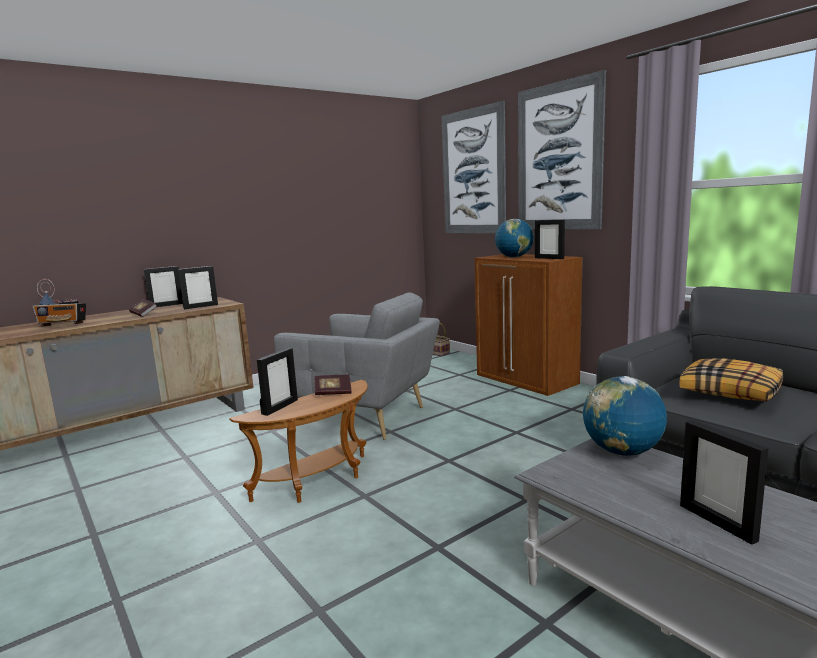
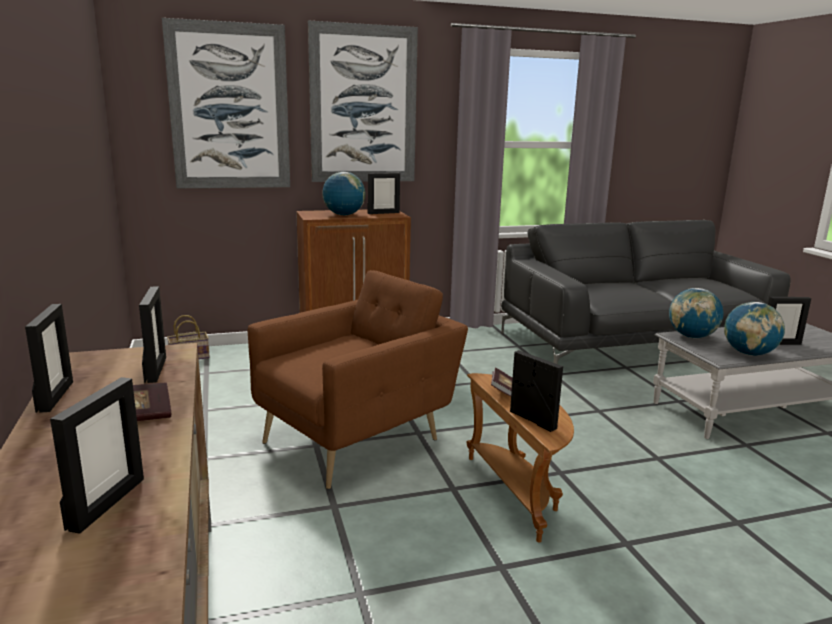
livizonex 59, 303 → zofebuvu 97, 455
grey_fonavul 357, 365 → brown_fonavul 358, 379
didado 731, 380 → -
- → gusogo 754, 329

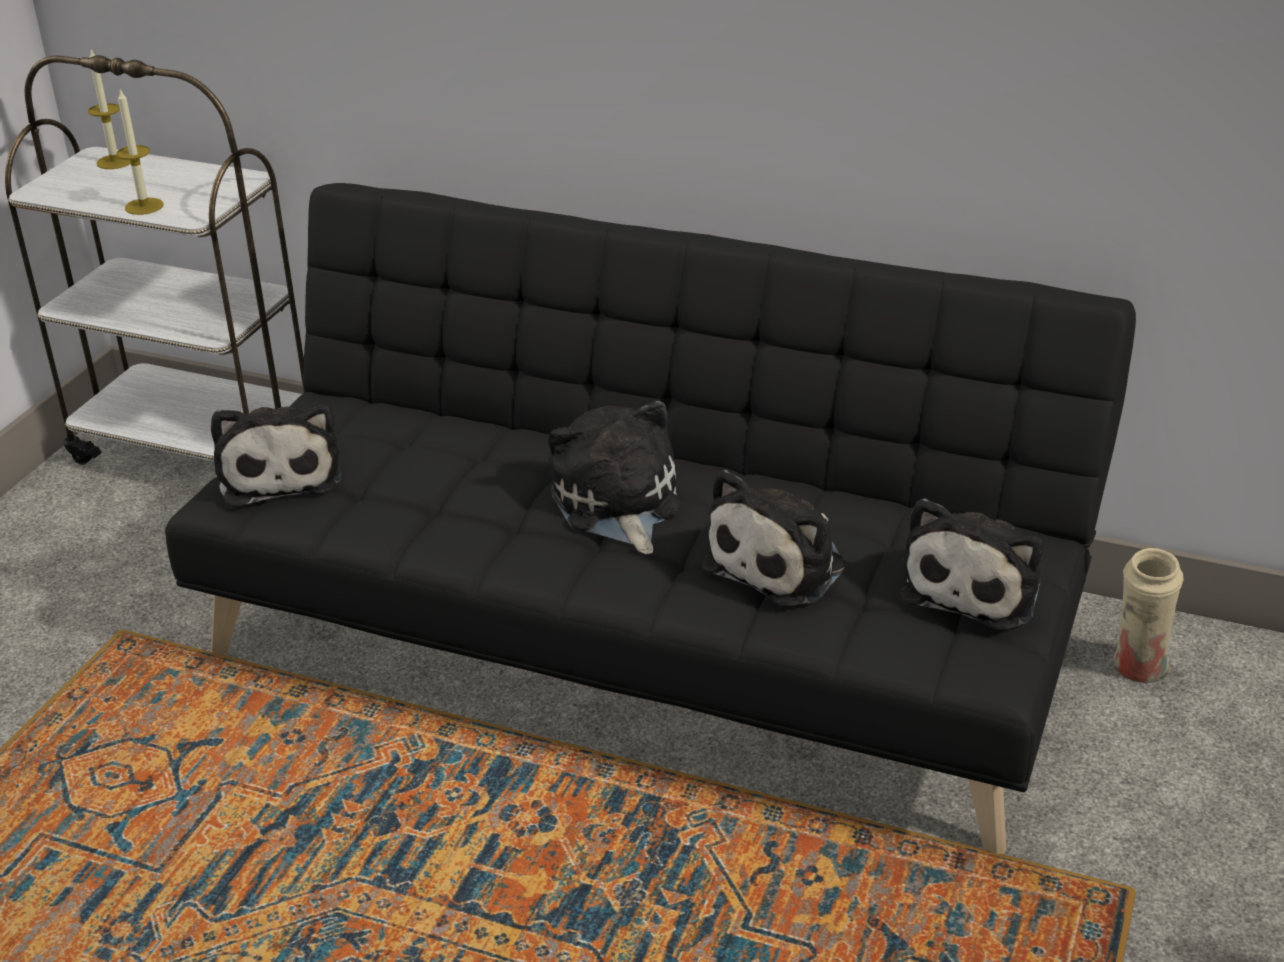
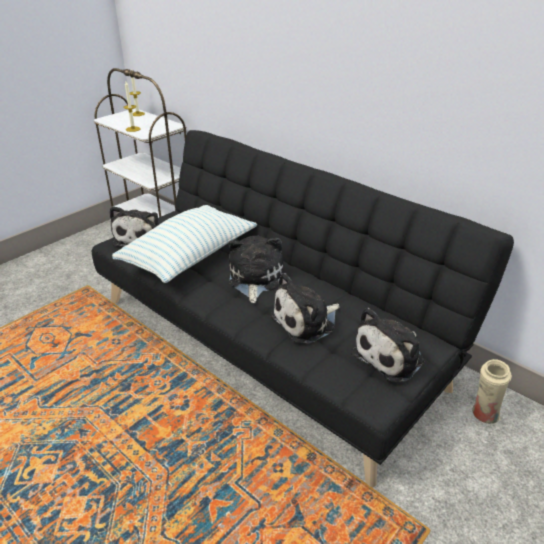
- → didado 184, 244

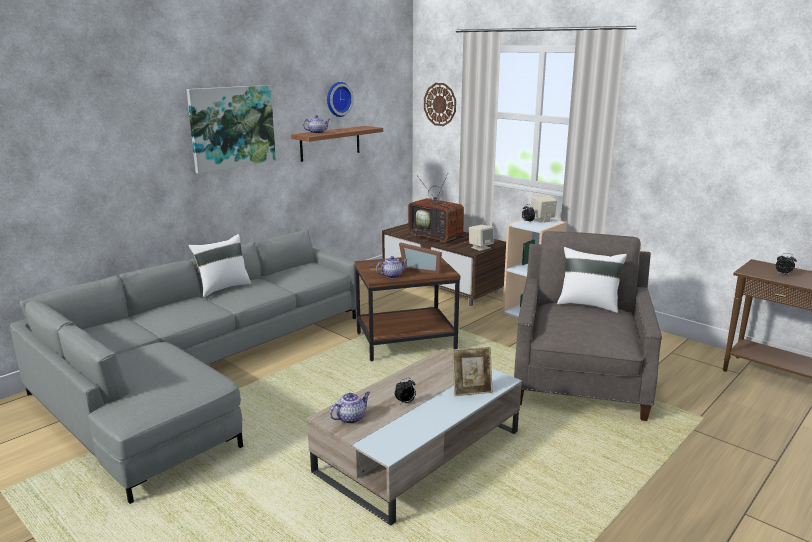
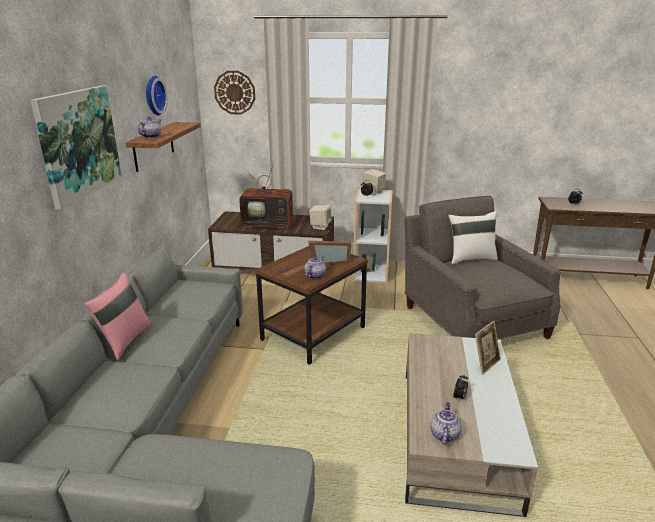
white_didado 219, 265 → pink_didado 117, 316

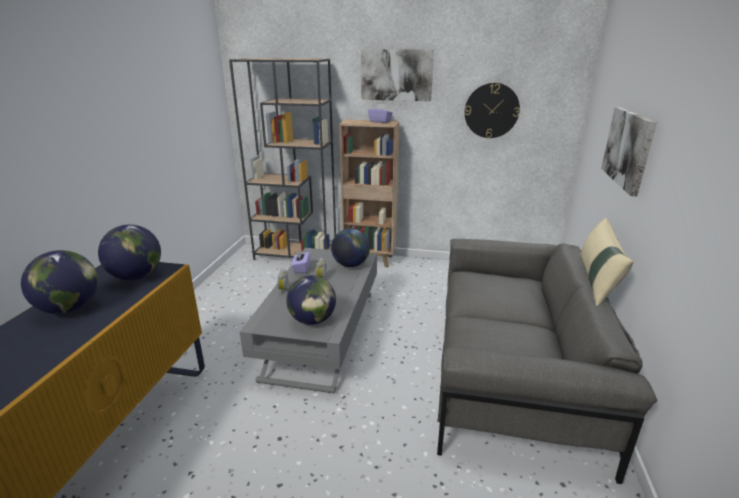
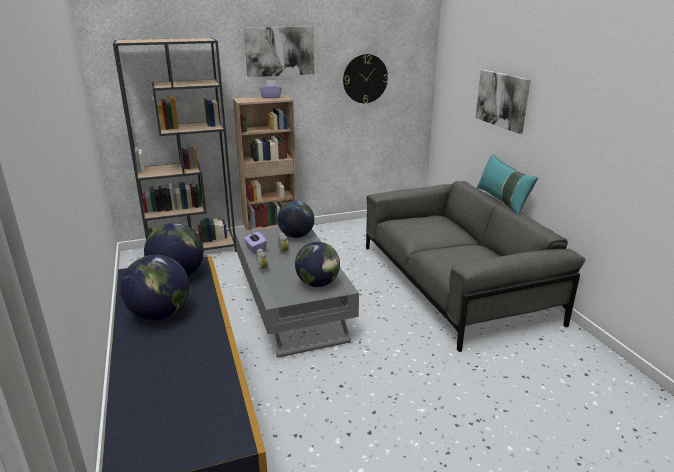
beige_didado 606, 262 → turquoise_didado 507, 184

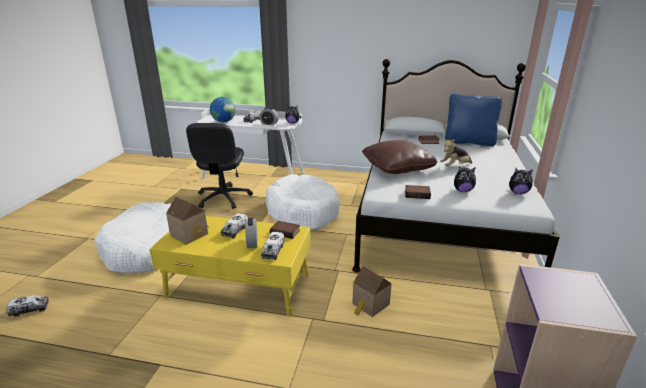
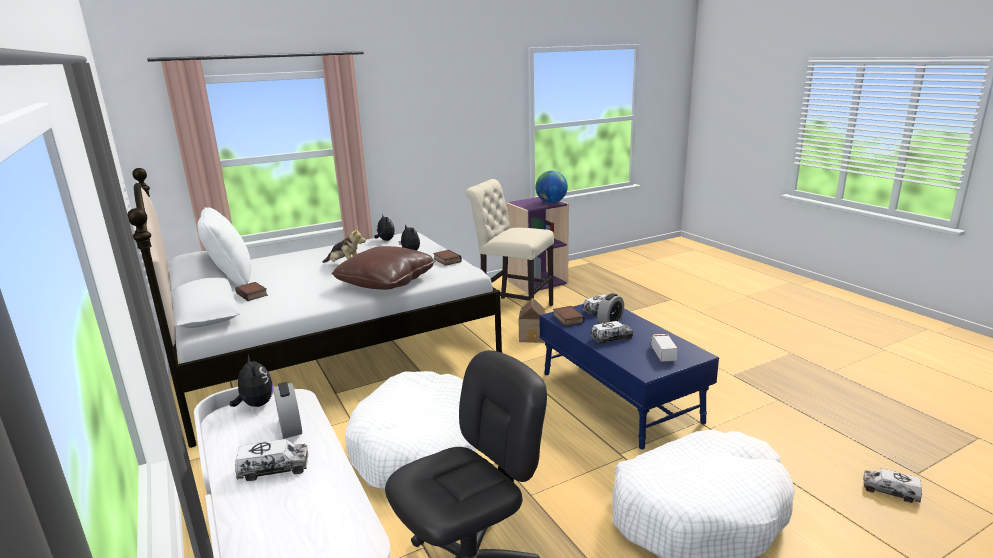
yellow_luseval 229, 266 → blue_luseval 629, 377
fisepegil 187, 221 → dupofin 664, 348
gusogo 222, 109 → gusogo 552, 187, move
blue_didado 473, 120 → white_didado 224, 246
- → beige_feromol 510, 242

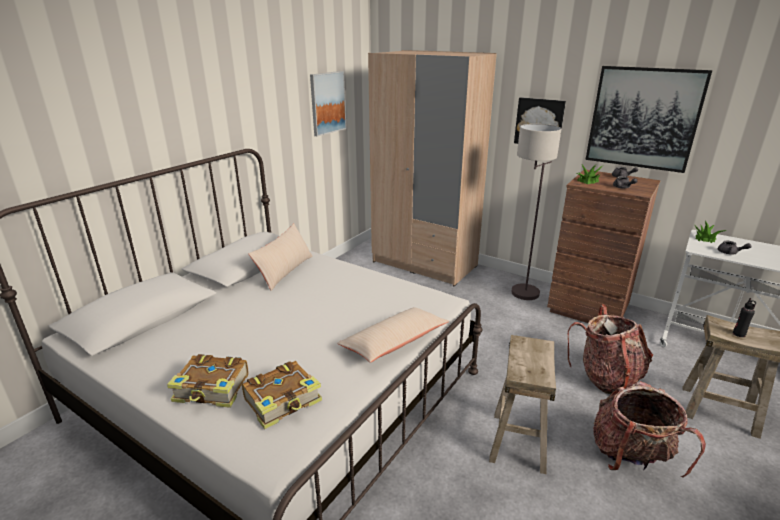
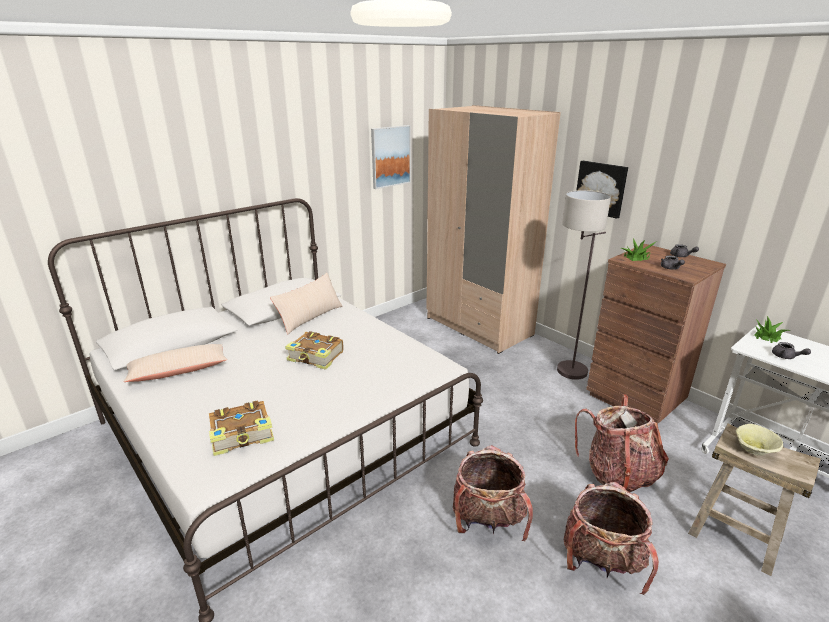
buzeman 207, 381 → buzeman 314, 350, move
beige_didado 393, 334 → beige_didado 175, 363, move
beige_feromol 522, 404 → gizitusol 493, 493
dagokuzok 648, 119 → -
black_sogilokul 744, 317 → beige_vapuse 759, 440

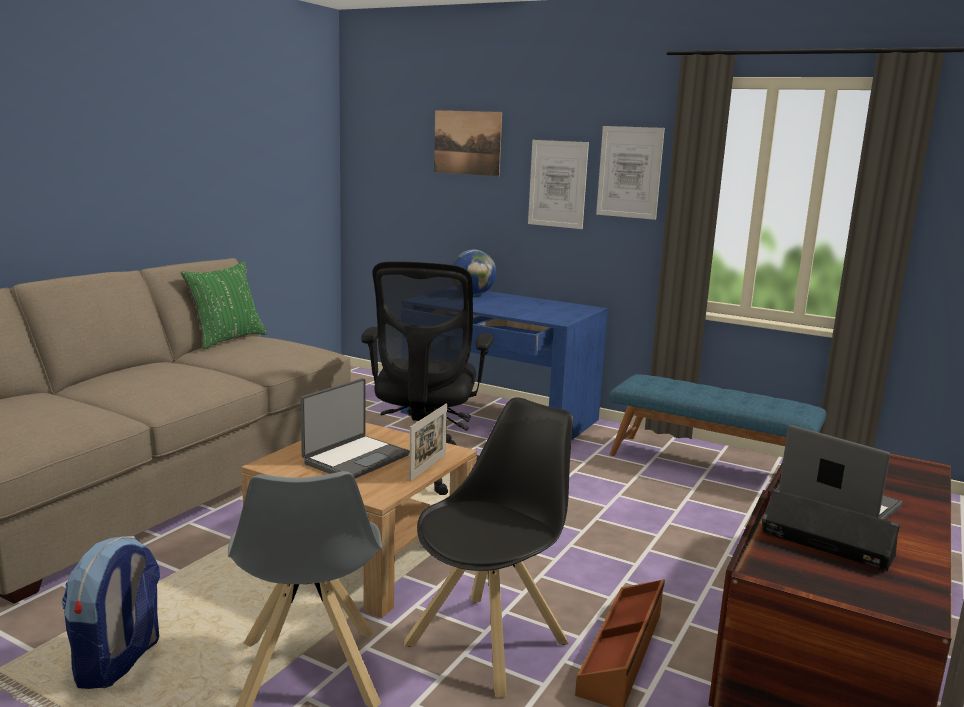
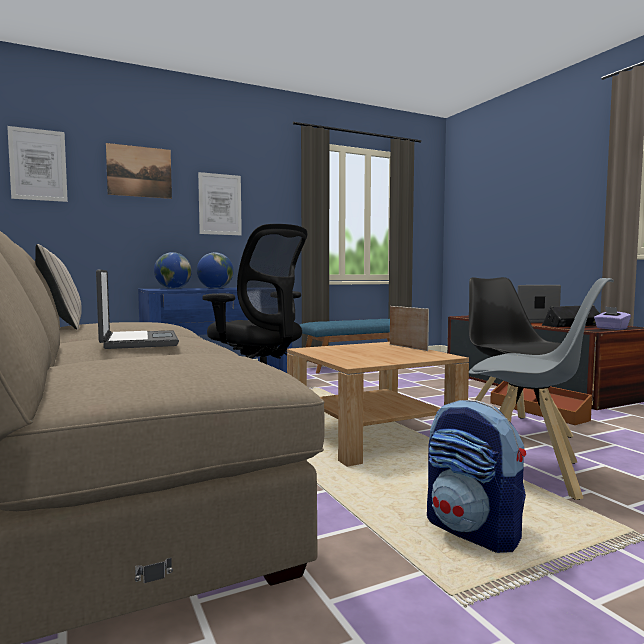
green_didado 224, 305 → beige_didado 58, 286
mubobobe 355, 428 → mubobobe 137, 309, move
dagokuzok 630, 173 → dagokuzok 37, 164, move
- → gusogo 215, 270
- → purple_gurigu 612, 318

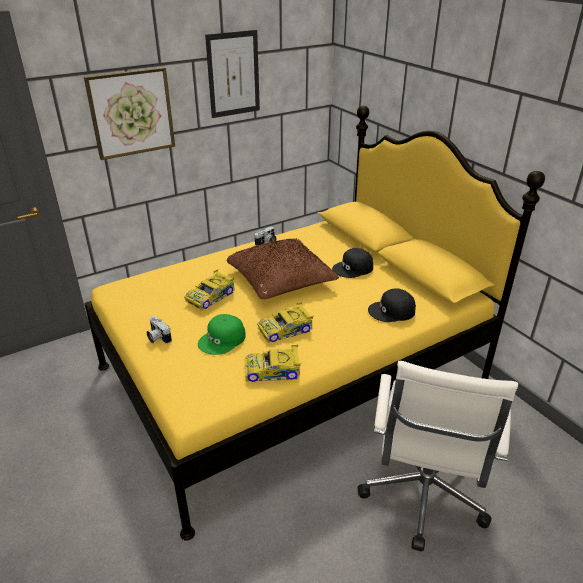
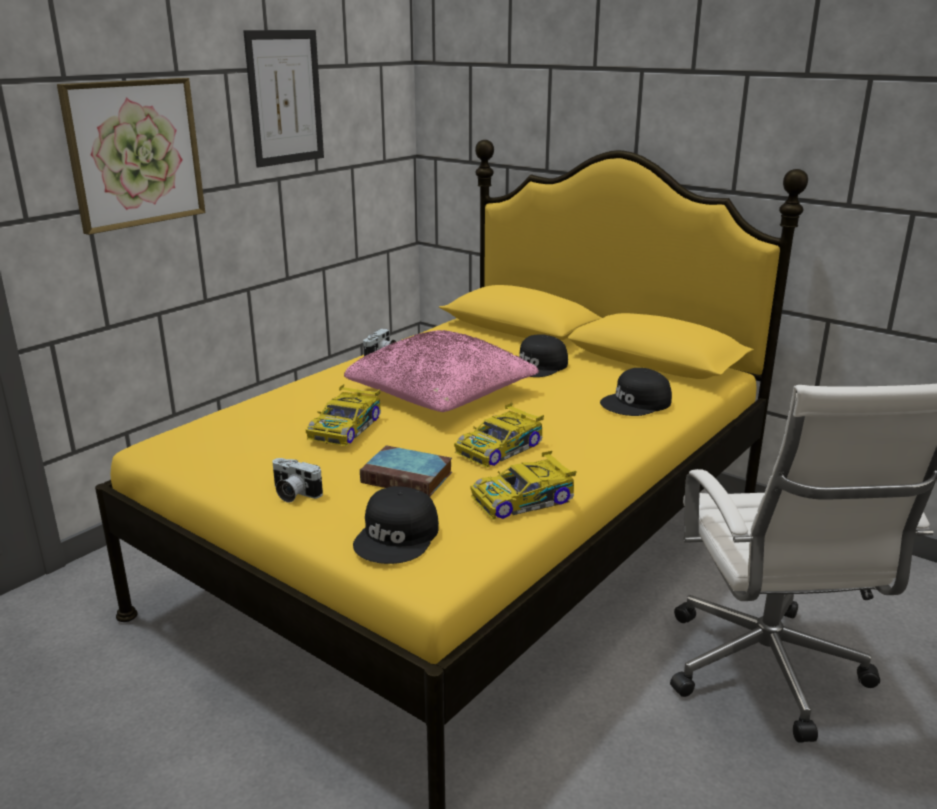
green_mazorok 222, 334 → buzeman 406, 471
brown_didado 282, 268 → pink_didado 441, 371
- → black_mazorok 396, 525

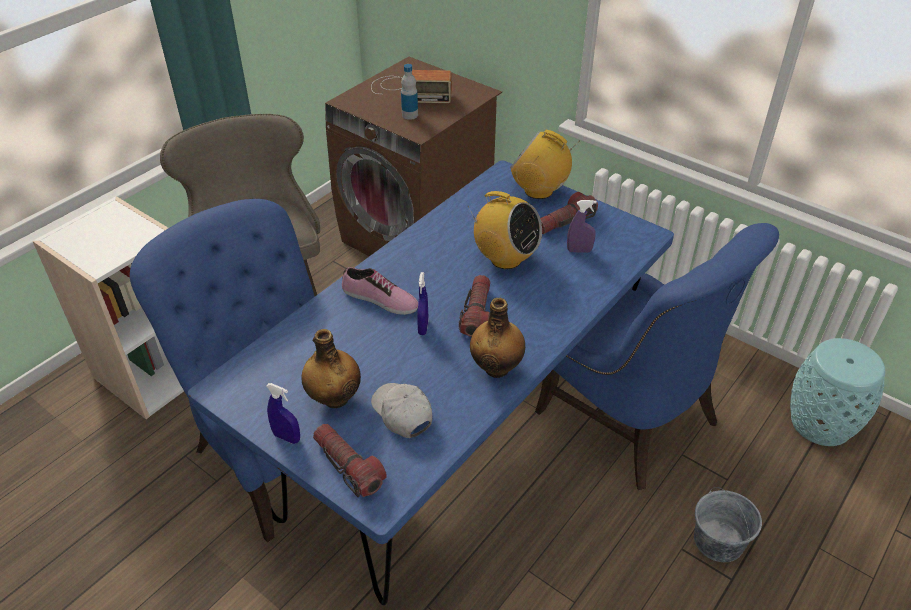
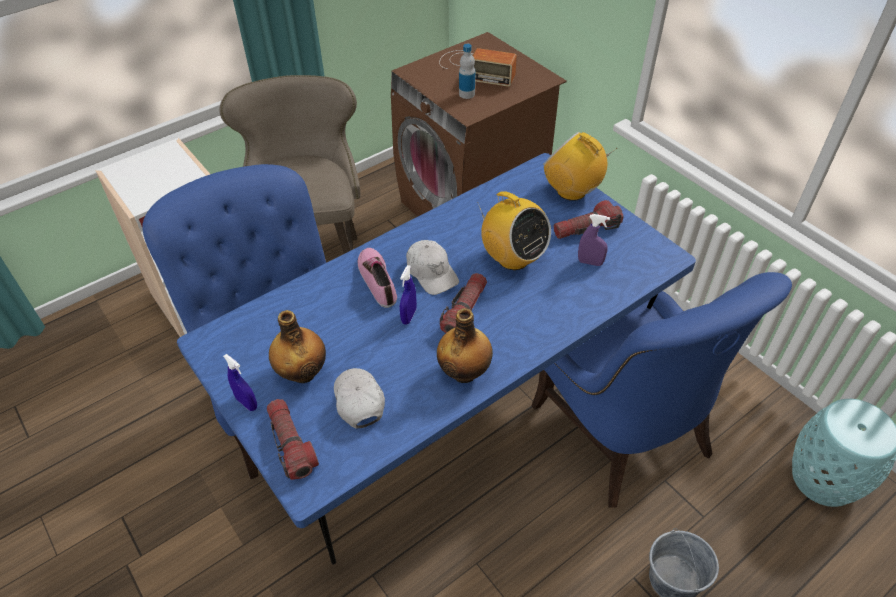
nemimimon 380, 291 → nemimimon 377, 278, 150 degrees counterclockwise
- → white_mazorok 432, 267

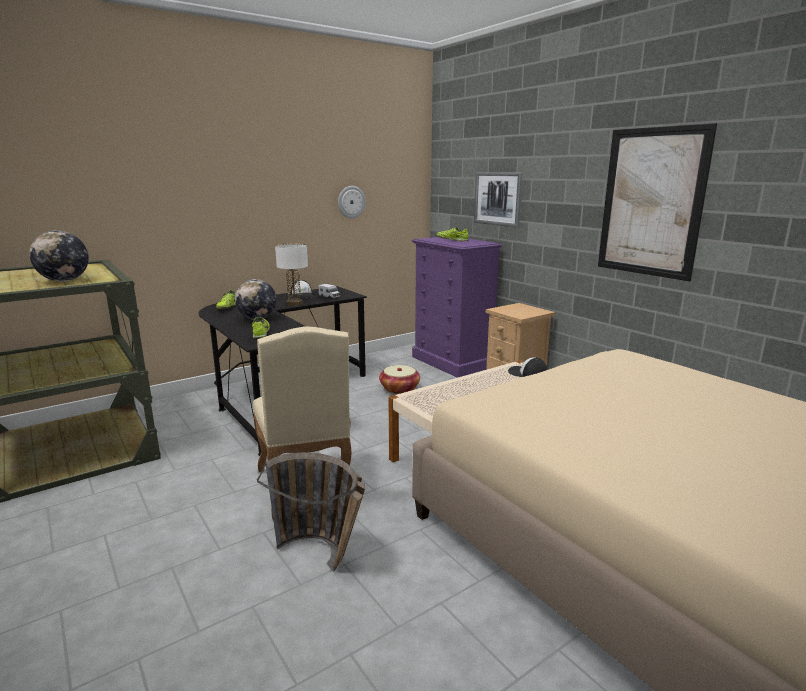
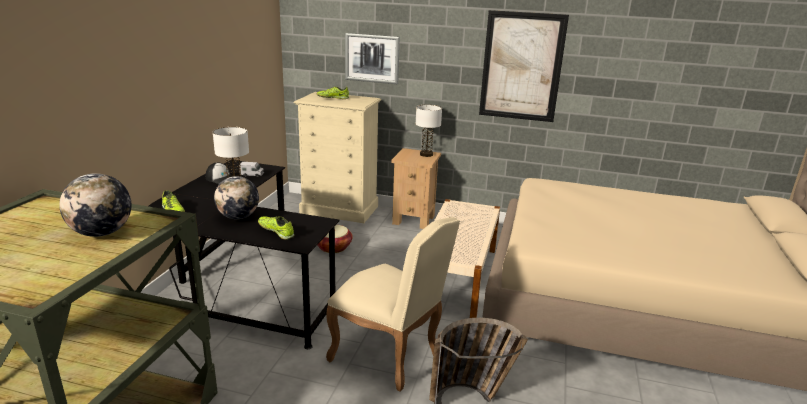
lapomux 352, 202 → -
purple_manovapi 456, 307 → beige_manovapi 337, 157
mazorok 528, 367 → -
- → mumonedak 429, 131

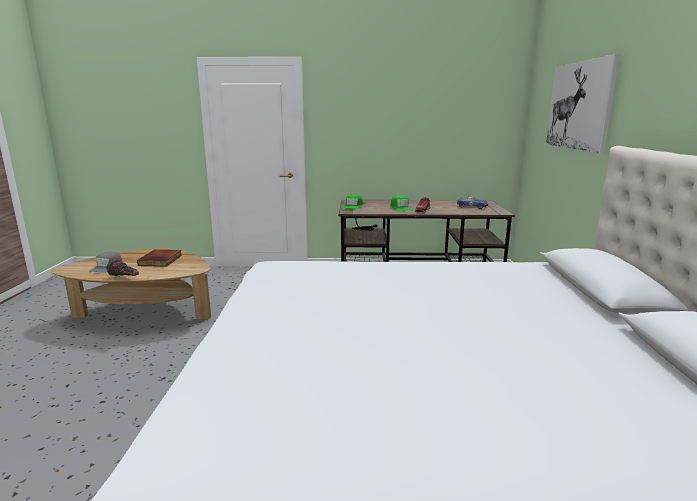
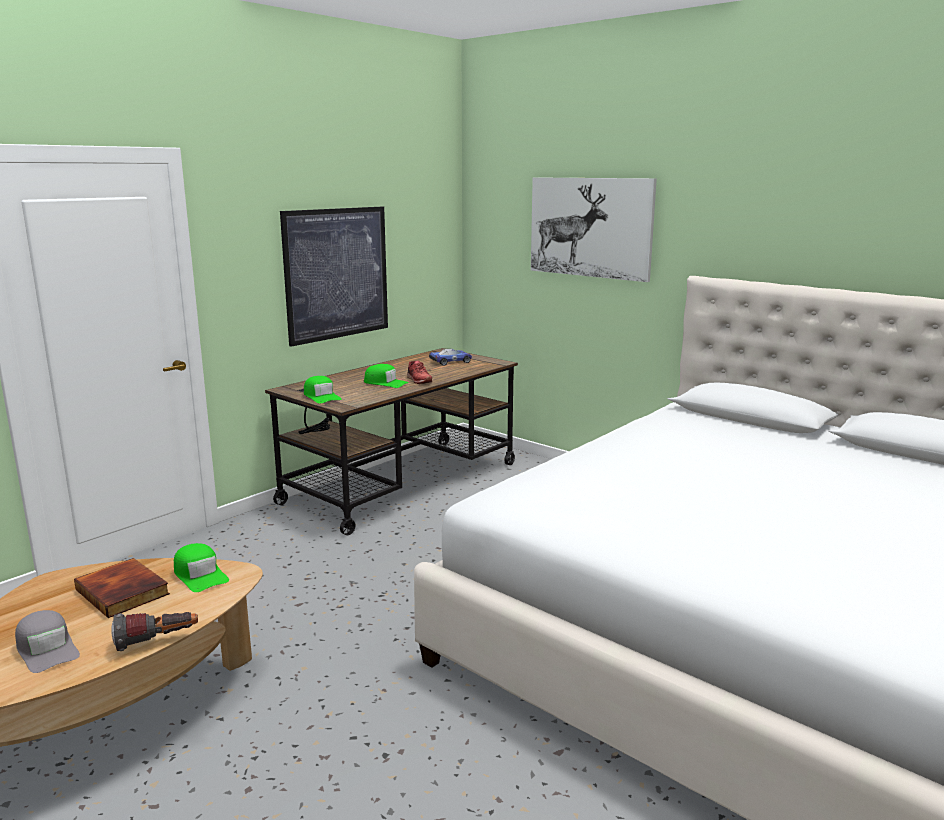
- → green_mazorok 201, 567
- → dagokuzok 334, 277

